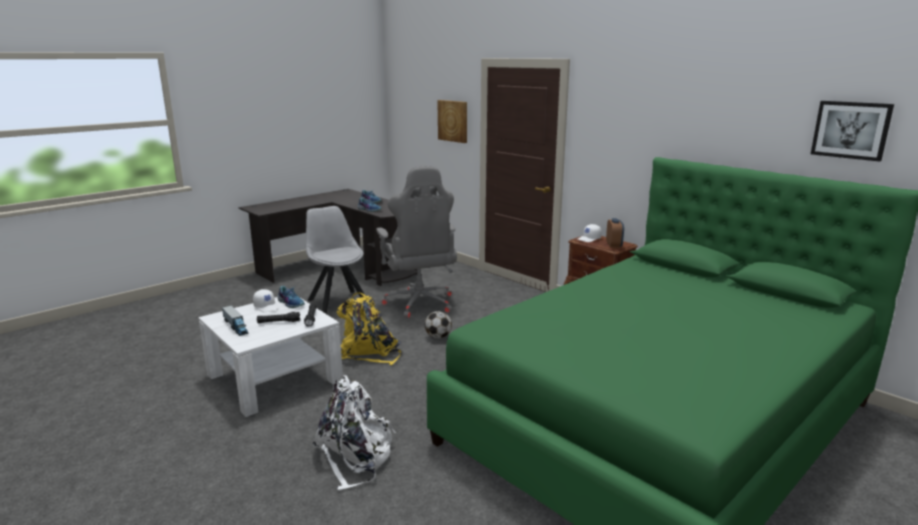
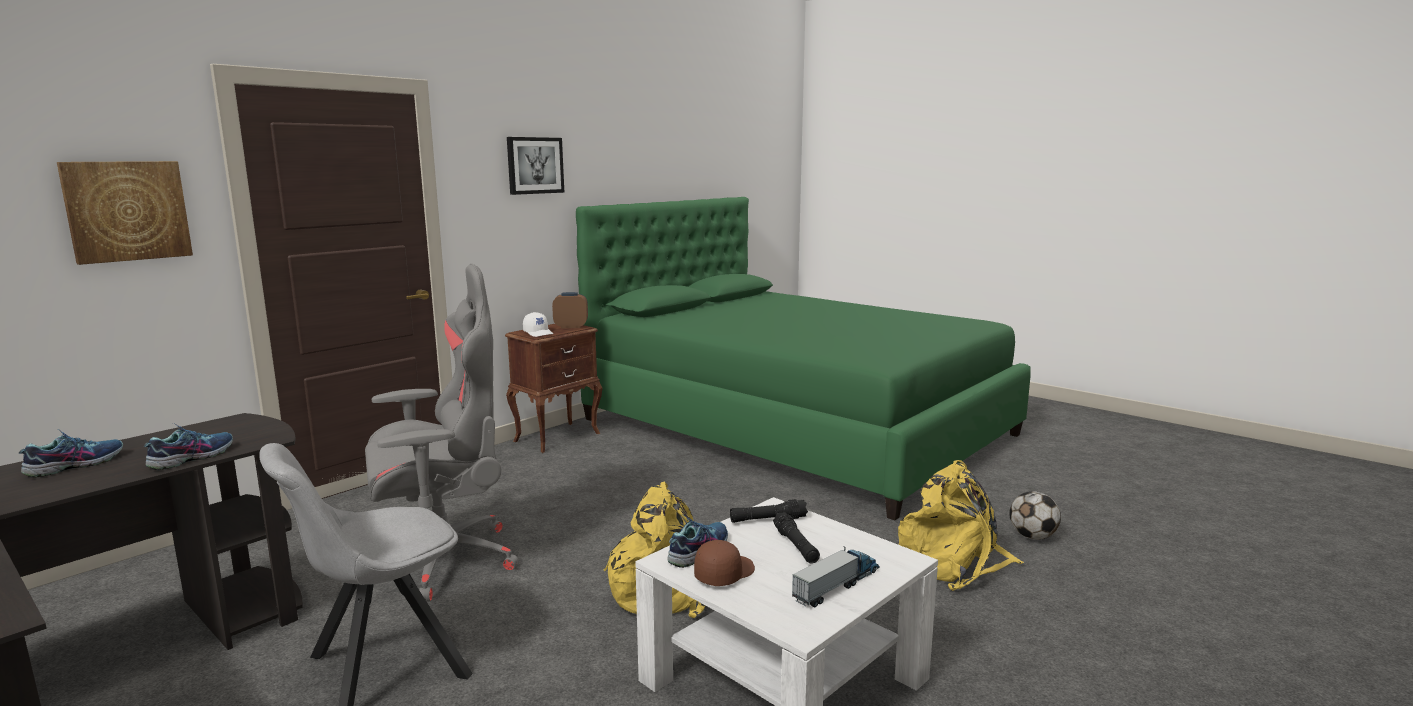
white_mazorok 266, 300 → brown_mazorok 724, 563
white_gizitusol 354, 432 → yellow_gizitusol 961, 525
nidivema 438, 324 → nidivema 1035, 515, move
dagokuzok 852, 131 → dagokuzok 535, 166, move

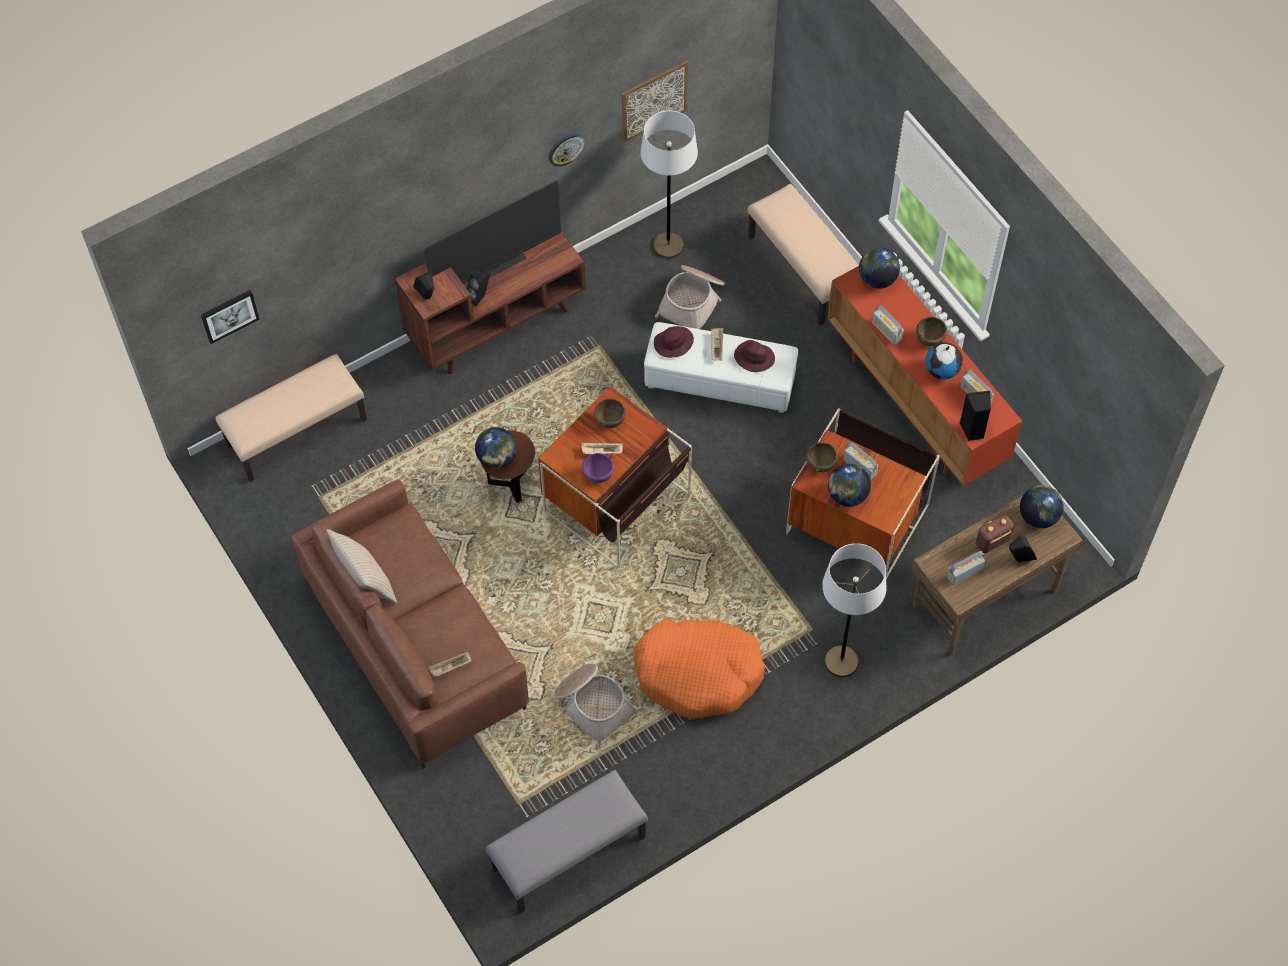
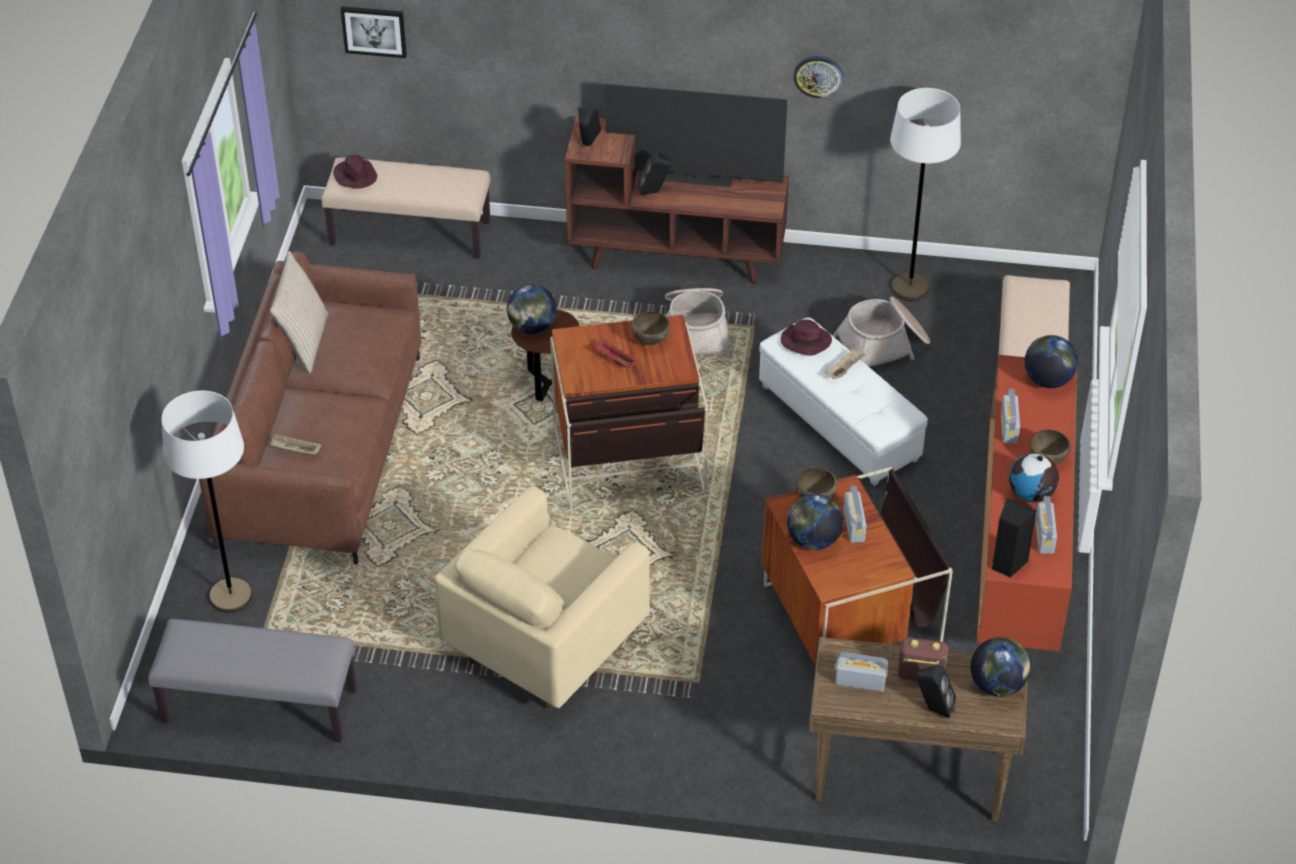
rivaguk 596, 705 → rivaguk 697, 323, move
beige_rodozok 602, 448 → red_rodozok 615, 353
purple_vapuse 598, 468 → -
dagokuzok 655, 101 → -
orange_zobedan 699, 669 → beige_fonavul 542, 597
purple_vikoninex 754, 356 → purple_vikoninex 355, 172, move
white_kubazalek 854, 610 → white_kubazalek 207, 502, move

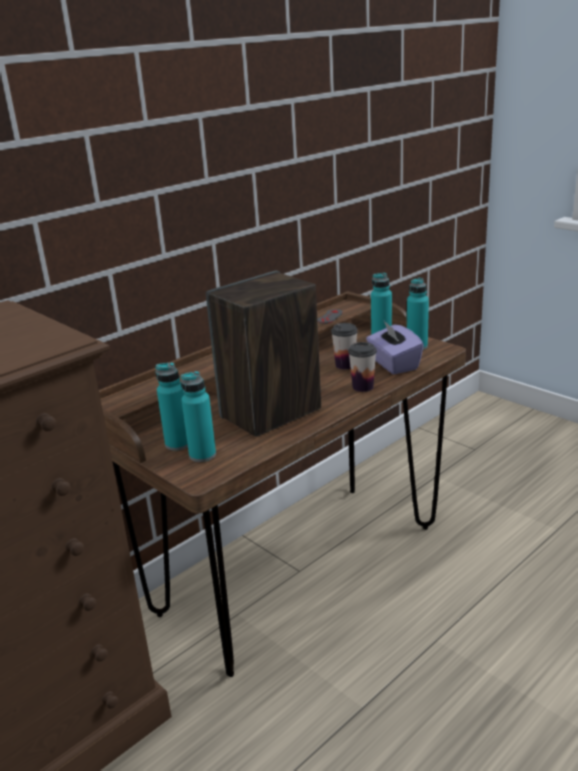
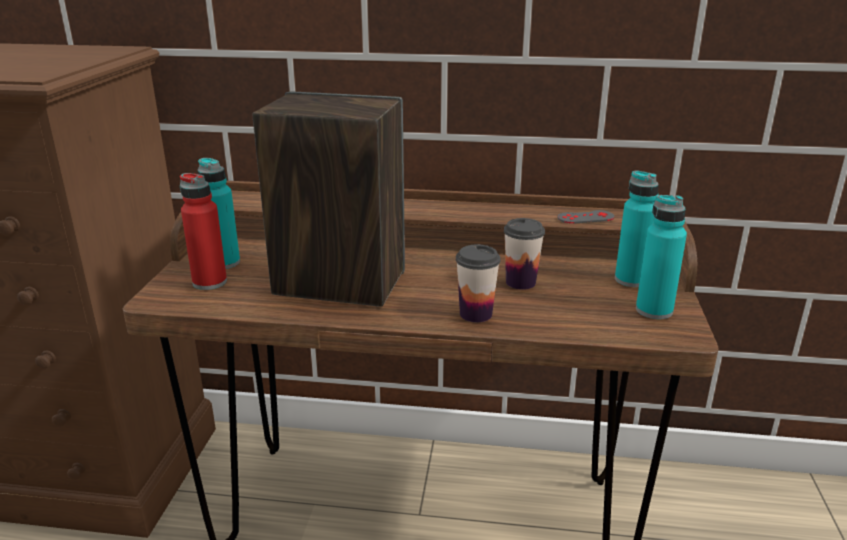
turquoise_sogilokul 198, 416 → red_sogilokul 203, 231
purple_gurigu 395, 347 → -

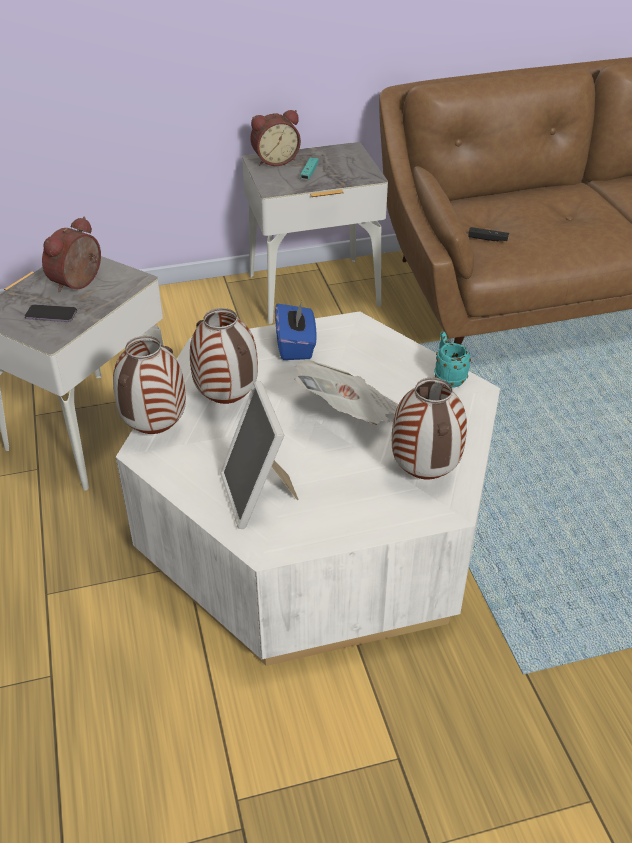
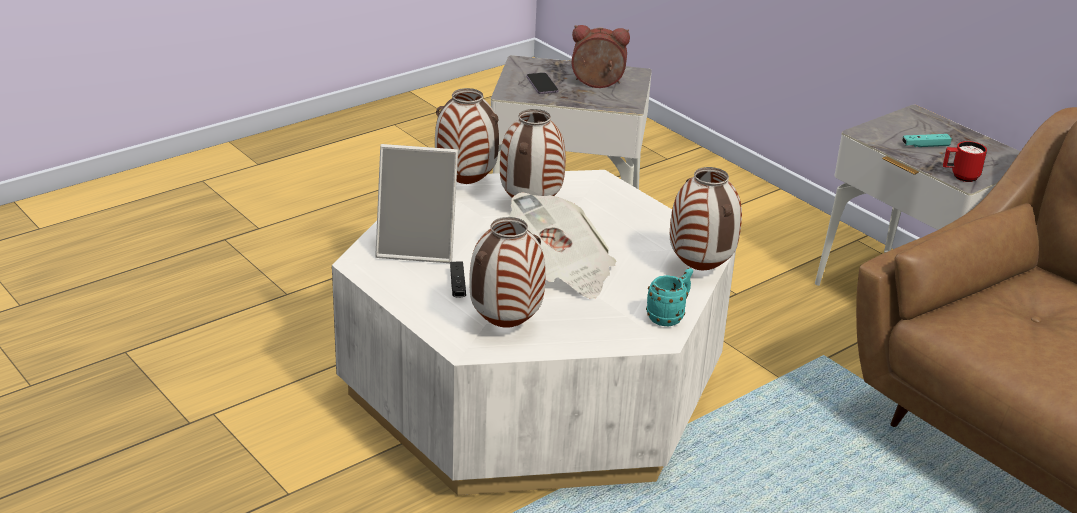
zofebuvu 259, 455 → zofebuvu 416, 203, 135 degrees counterclockwise
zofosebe 275, 138 → -
blue_gurigu 296, 330 → -
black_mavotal 489, 234 → black_mavotal 458, 279, move
- → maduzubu 706, 218
- → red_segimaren 965, 161

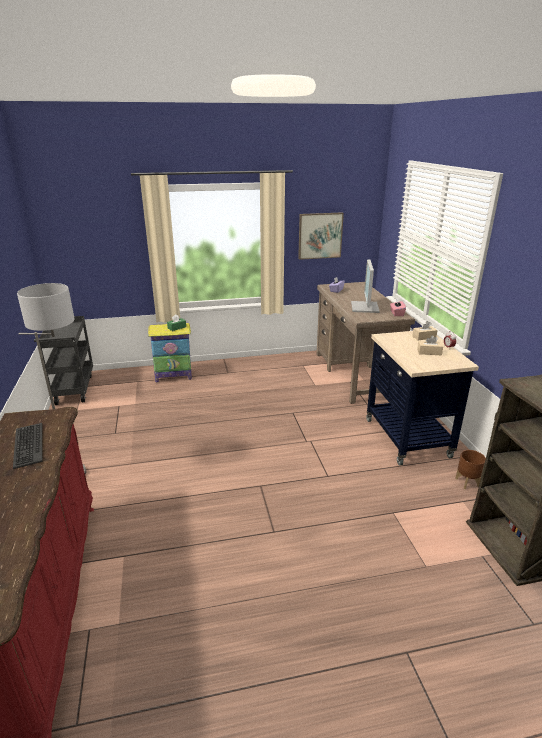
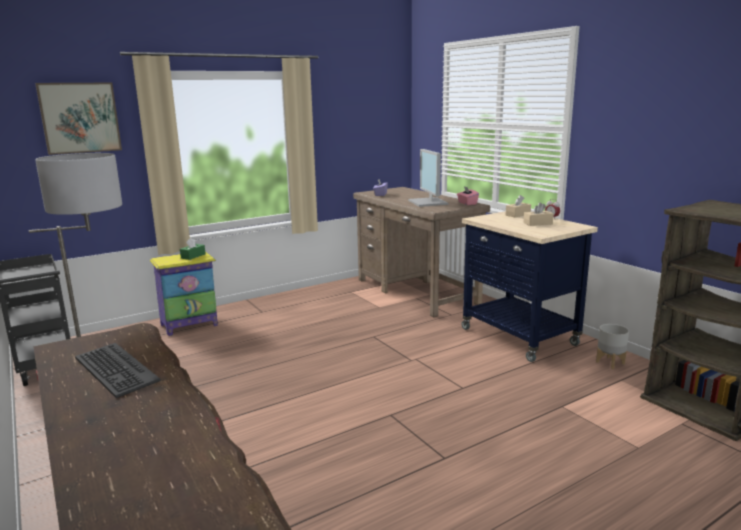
dagokuzok 321, 236 → dagokuzok 78, 119, move
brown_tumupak 470, 469 → grey_tumupak 612, 346

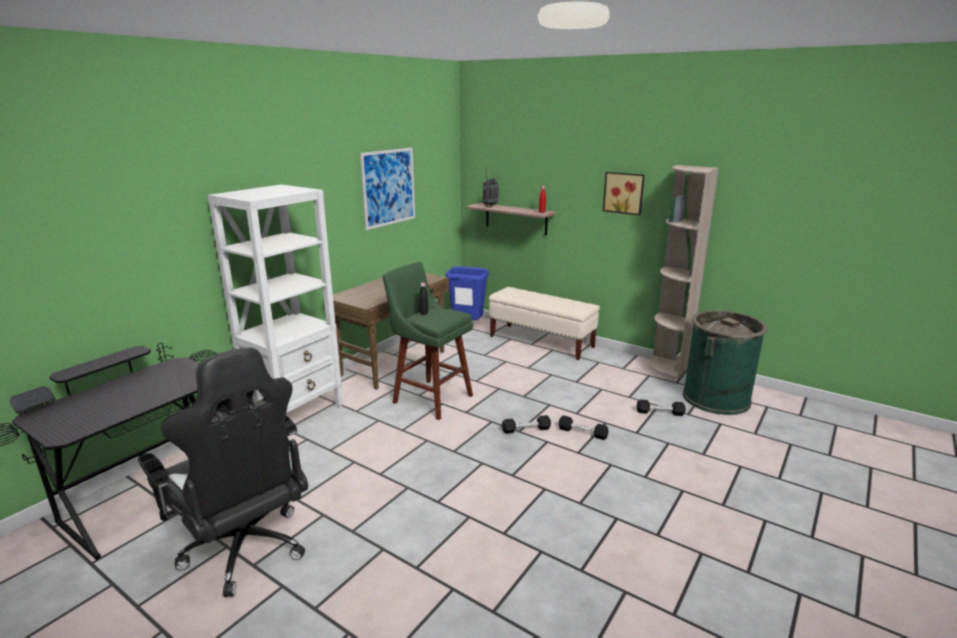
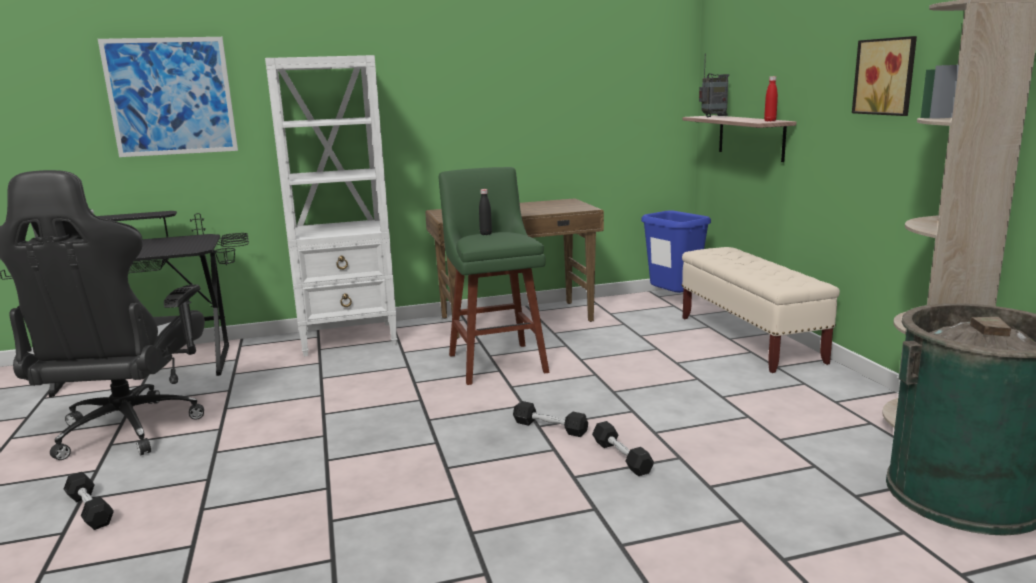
dagokuzok 387, 189 → dagokuzok 168, 97, move
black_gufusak 661, 408 → black_gufusak 89, 501, move

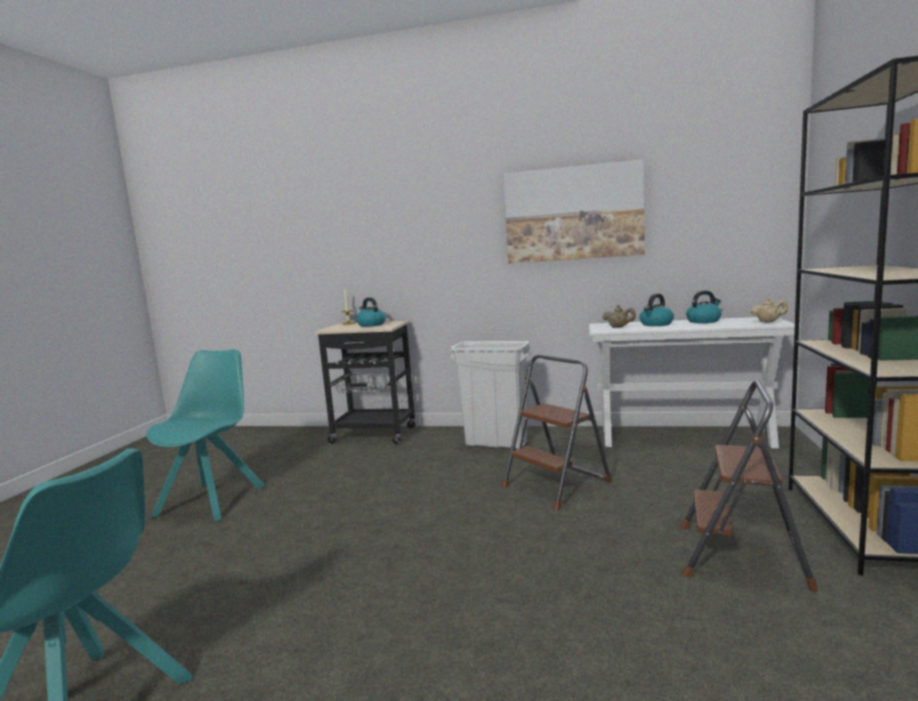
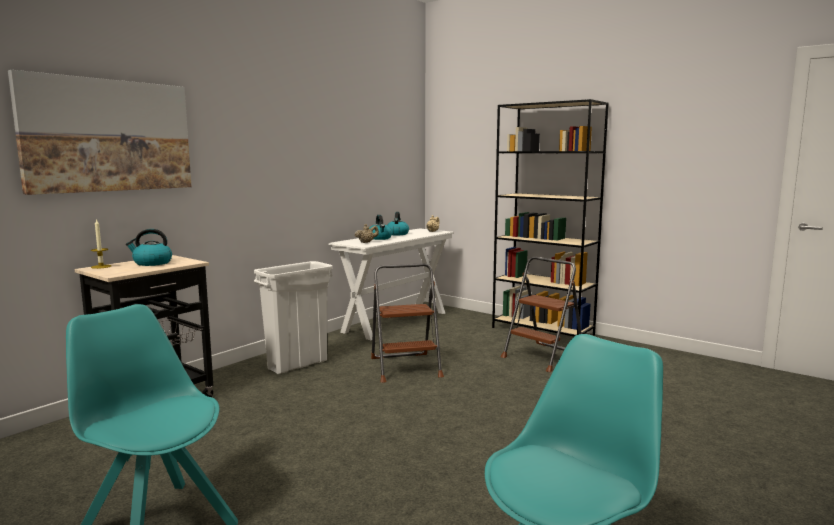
dagokuzok 574, 211 → dagokuzok 99, 132, move

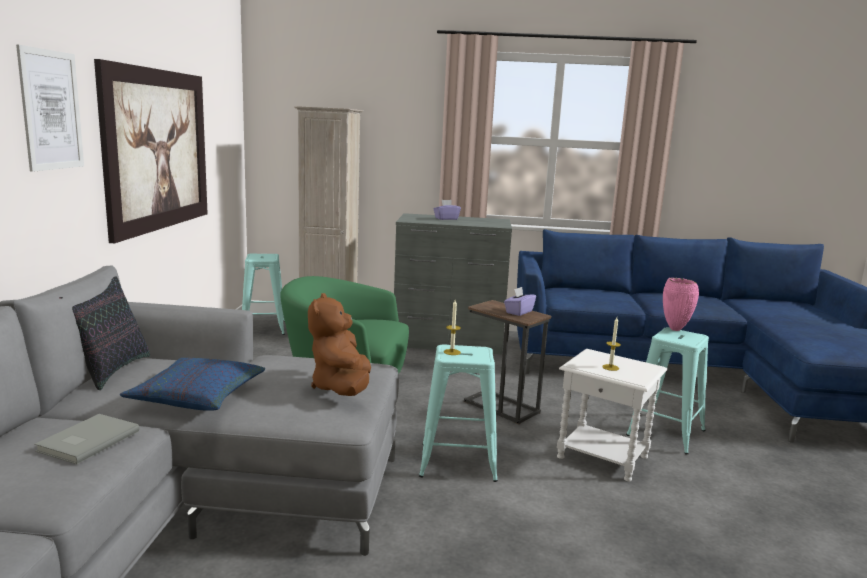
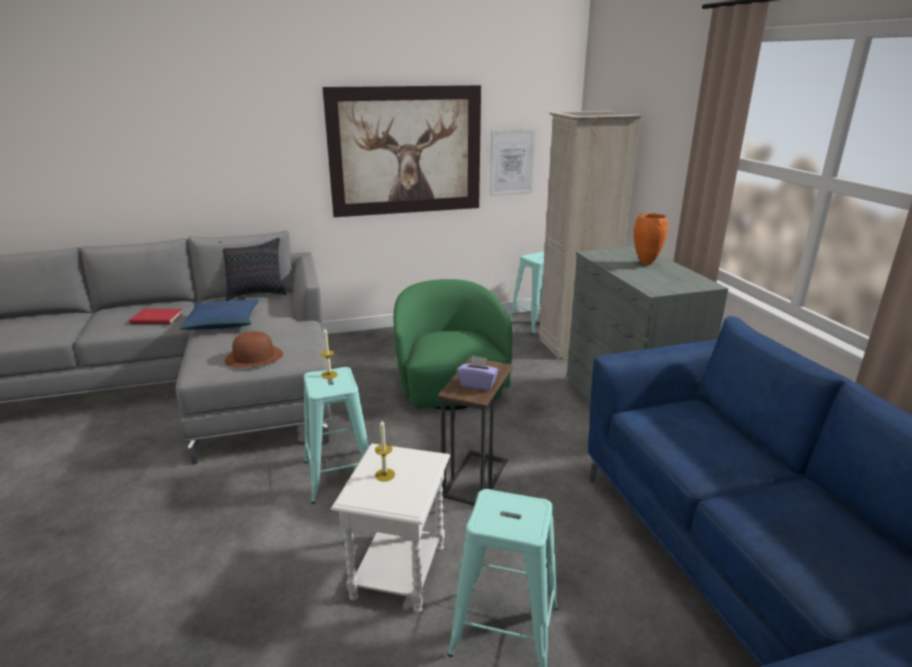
dagokuzok 50, 108 → dagokuzok 513, 162, move
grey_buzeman 87, 439 → red_buzeman 156, 316
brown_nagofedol 339, 344 → brown_vikoninex 254, 349
purple_gurigu 447, 210 → orange_maduzubu 651, 239
pink_maduzubu 681, 304 → -

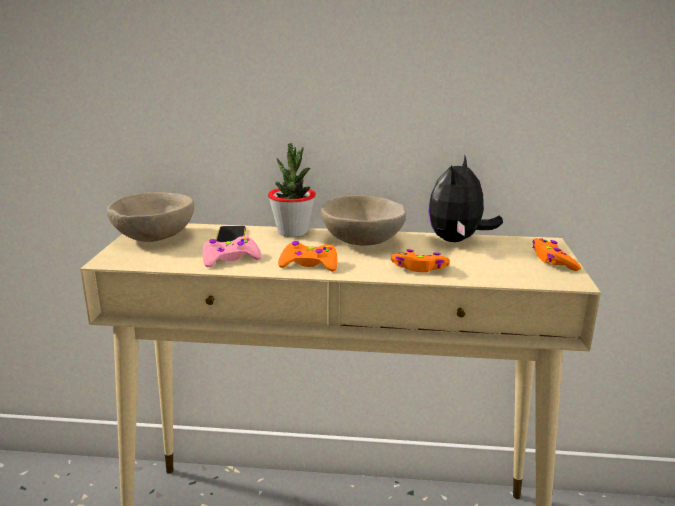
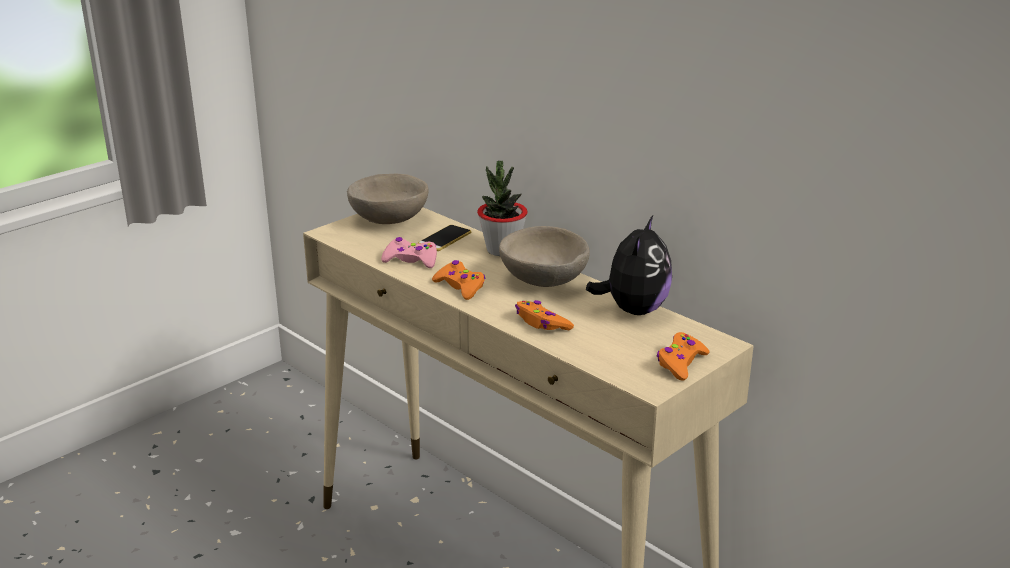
nagofedol 465, 199 → nagofedol 629, 265, 135 degrees clockwise

